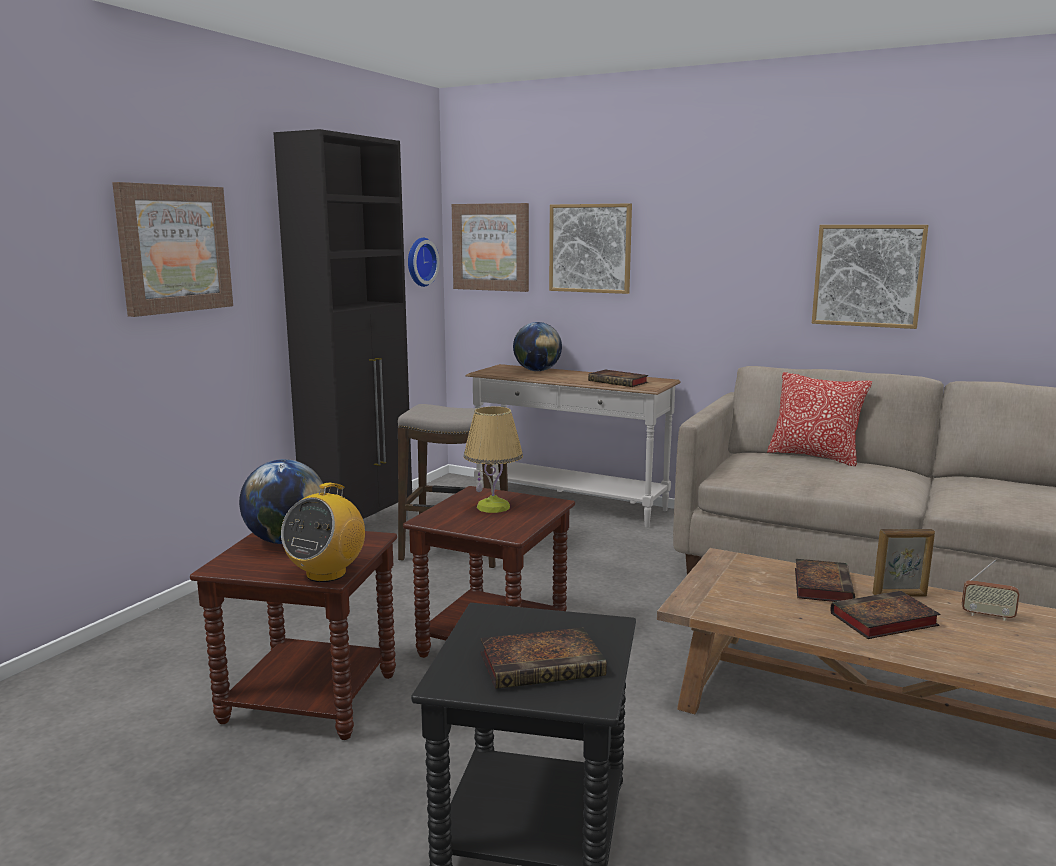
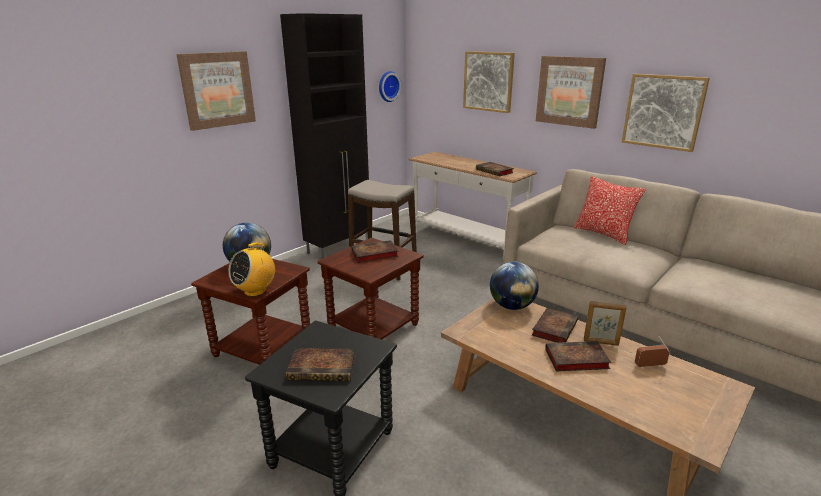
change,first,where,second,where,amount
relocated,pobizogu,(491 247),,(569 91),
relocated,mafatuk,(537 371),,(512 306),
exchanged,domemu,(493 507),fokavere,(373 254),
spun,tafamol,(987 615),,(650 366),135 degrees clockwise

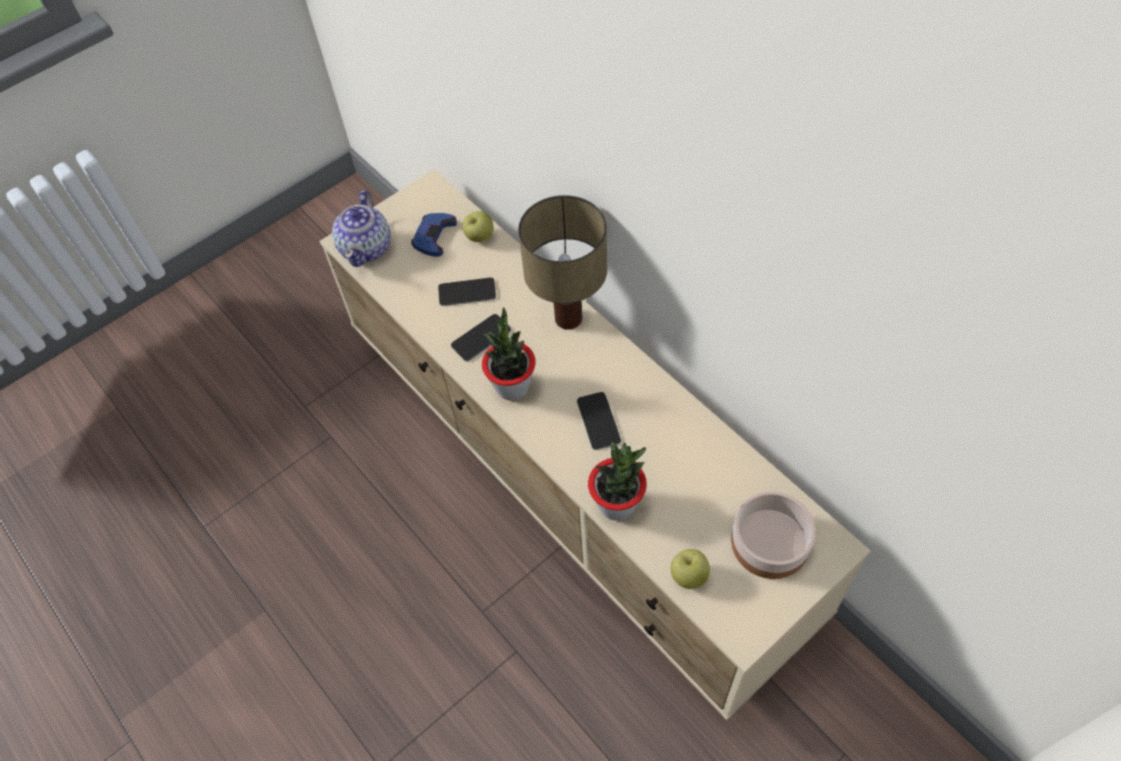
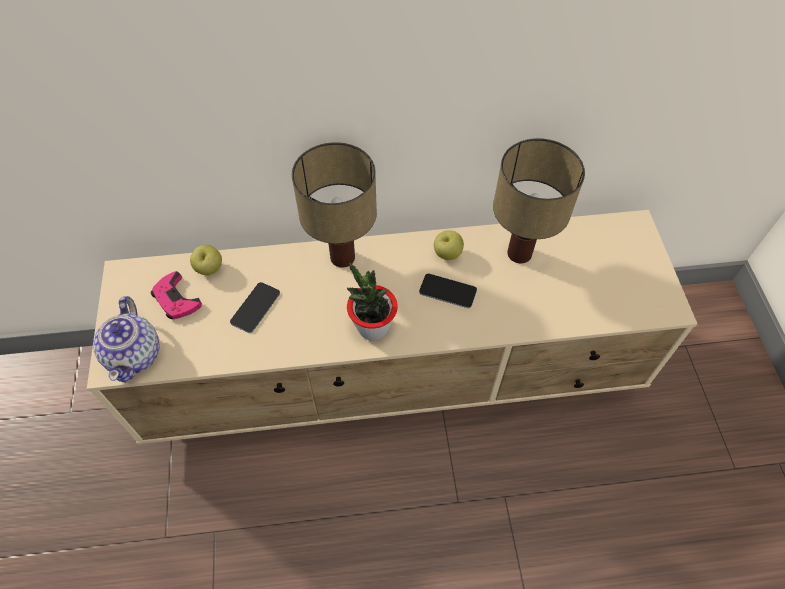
change,first,where,second,where,amount
spun,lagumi,(367 247),,(135 354),45 degrees clockwise
colour,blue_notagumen,(434 237),pink_notagumen,(176 299),
missing,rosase,(481 338),,,
missing,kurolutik,(617 504),,,
missing,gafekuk,(770 543),,,
relocated,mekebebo,(689 576),,(447 254),
appeared,,,domemu,(518 252),

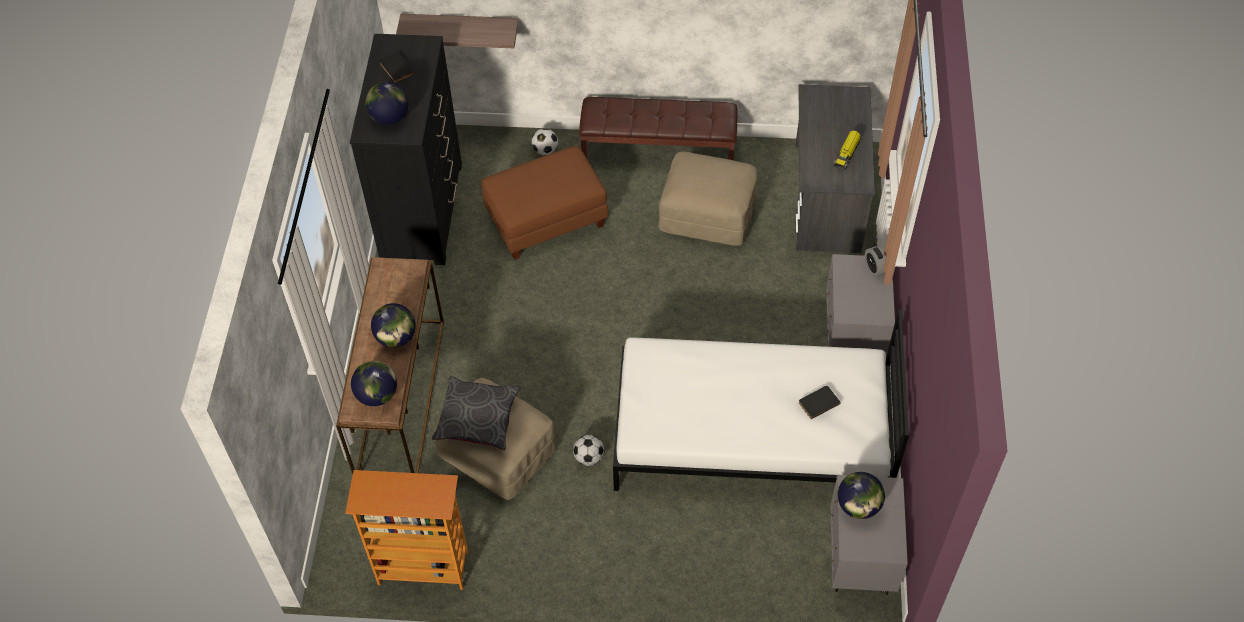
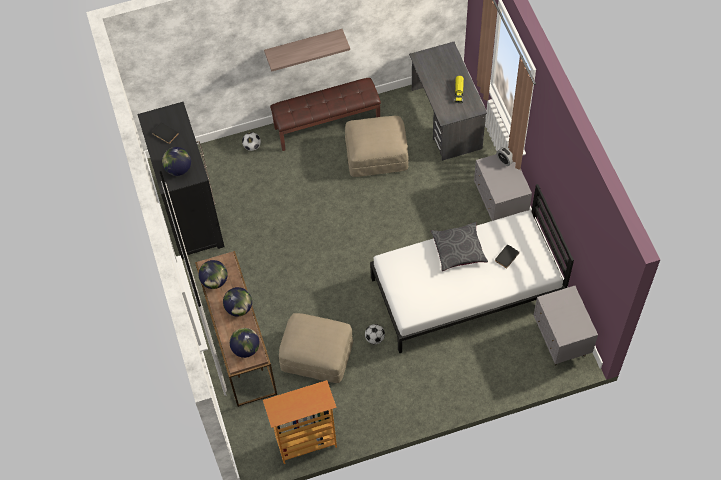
change,first,where,second,where,amount
relocated,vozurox,(460 27),,(304 45),
missing,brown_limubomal,(546 219),,,
relocated,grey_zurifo,(478 418),,(458 249),
relocated,mafatuk,(858 506),,(214 281),

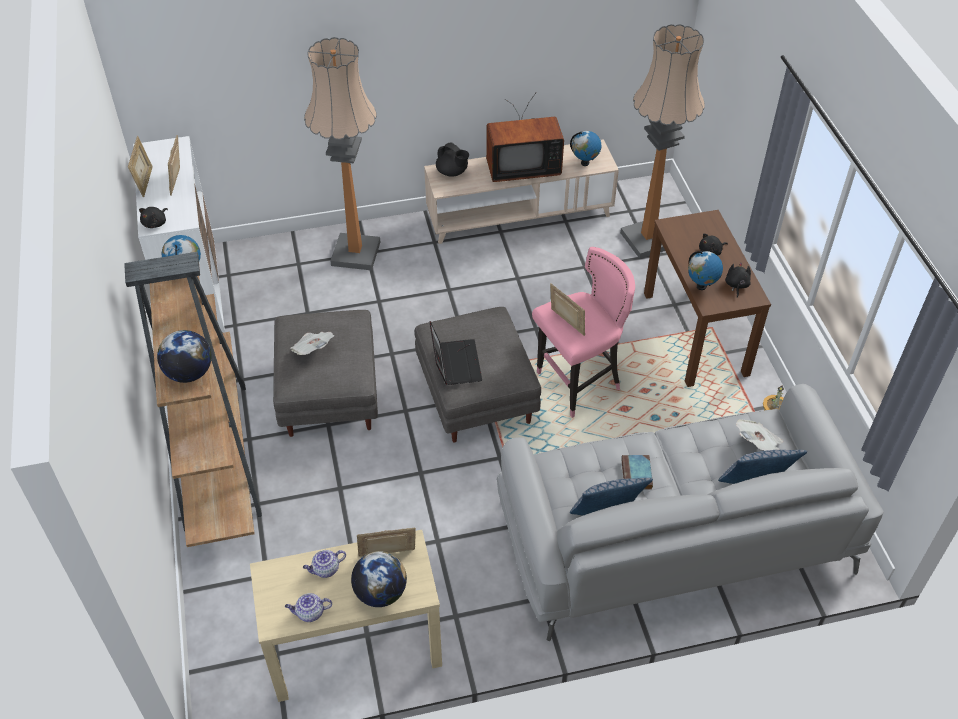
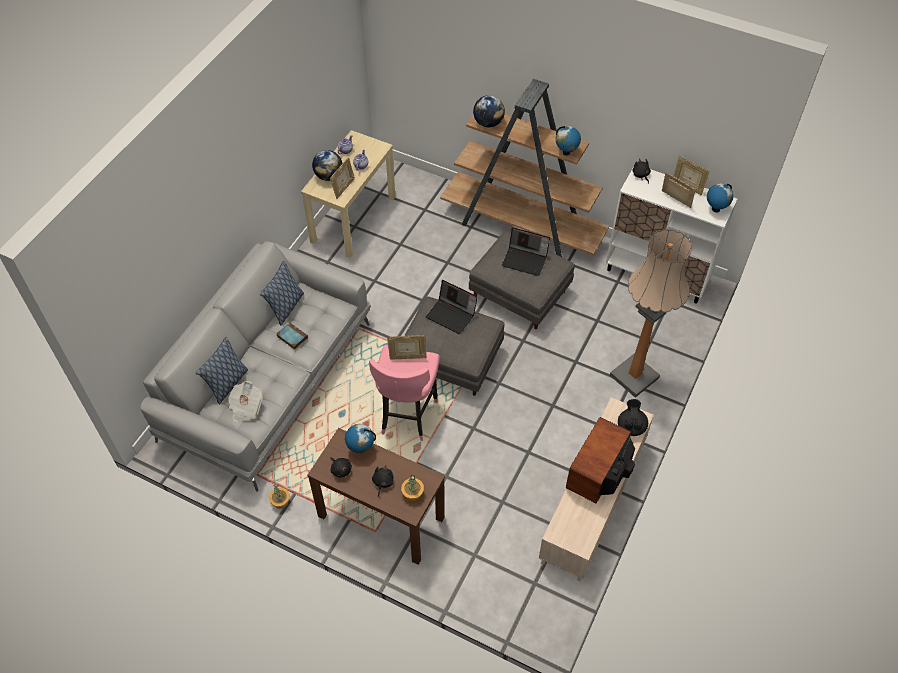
change,first,where,second,where,amount
missing,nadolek,(647 240),,,
relocated,mafatuk,(585 163),,(715 209),
spun,black_lagumi,(452 172),,(631 426),105 degrees clockwise
exchanged,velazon,(313 350),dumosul,(525 260),
appeared,,,kurolutik,(412 493),

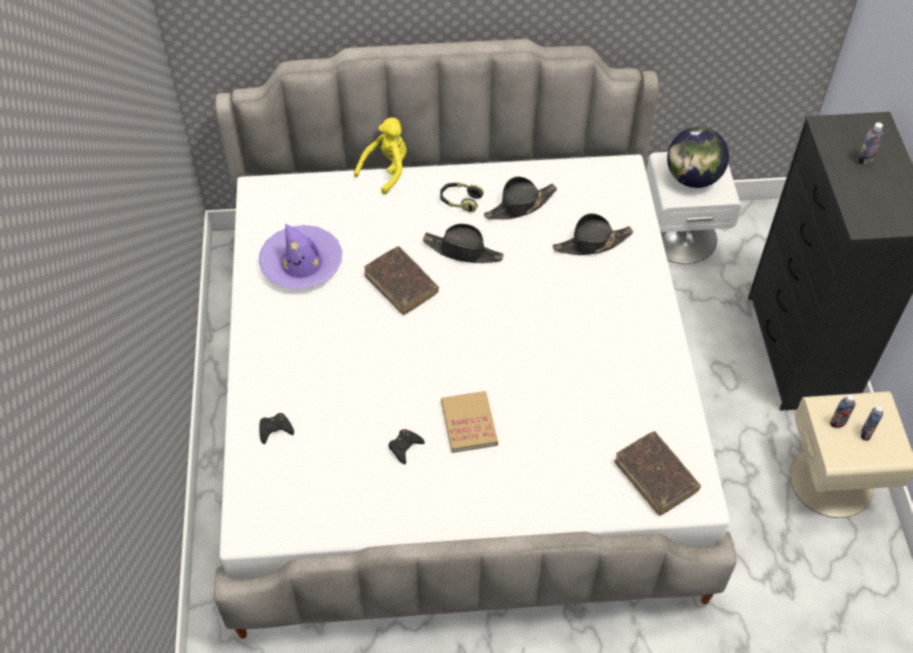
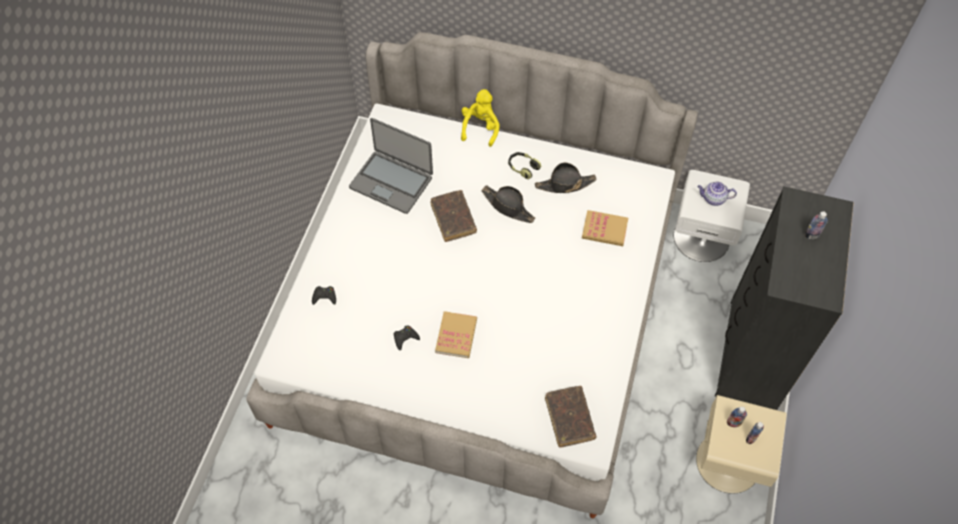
change,first,where,second,where,amount
spun,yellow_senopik,(386 170),,(480 128),45 degrees counterclockwise
exchanged,mafatuk,(692 178),lagumi,(713 199),
exchanged,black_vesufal,(592 243),fokavere,(604 229),
exchanged,purple_vesufal,(302 264),dumosul,(391 182),

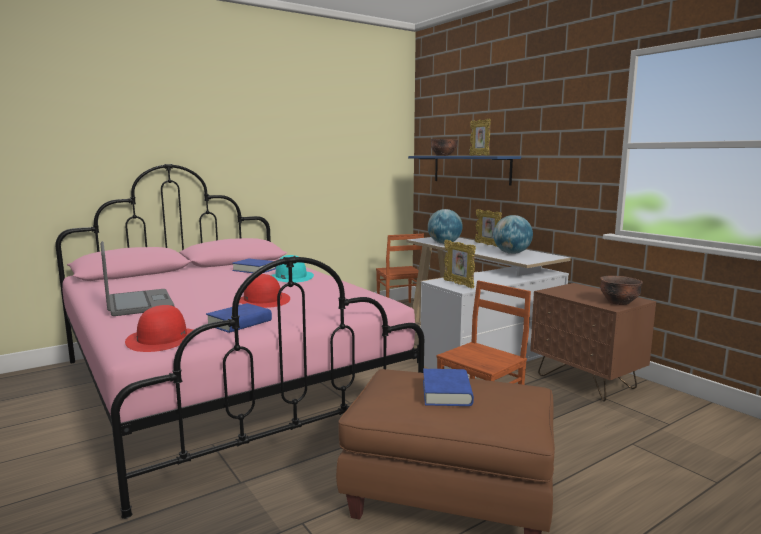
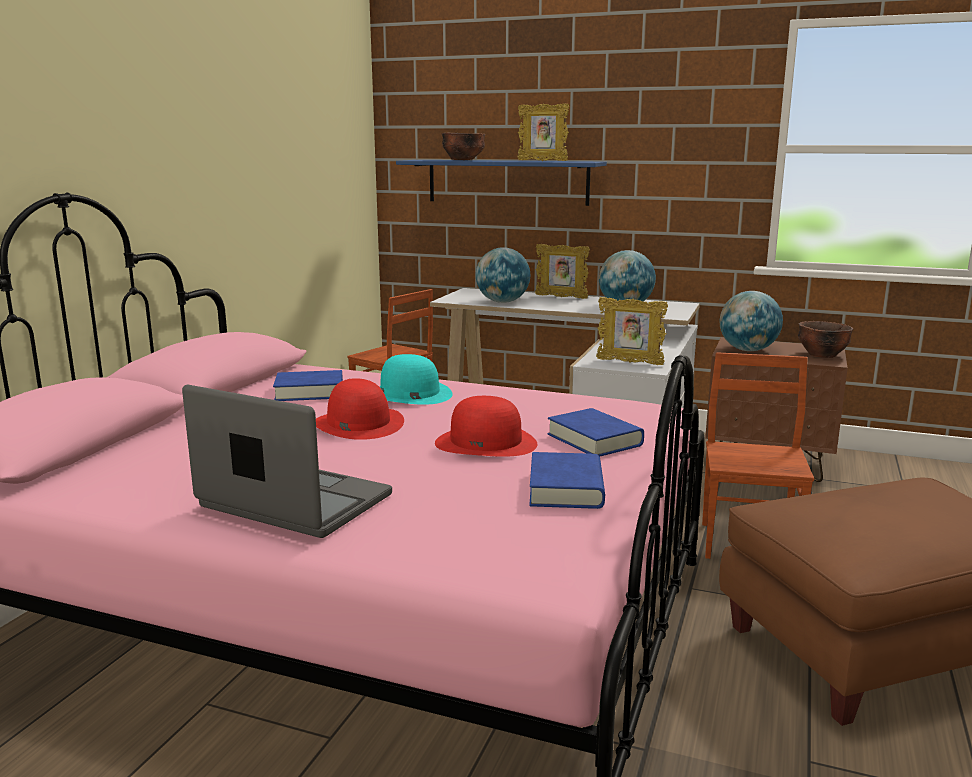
change,first,where,second,where,amount
relocated,red_vesufal,(162 339),,(358 423),
relocated,blue_fokavere,(446 393),,(594 440),
appeared,,,mafatuk,(747 350),

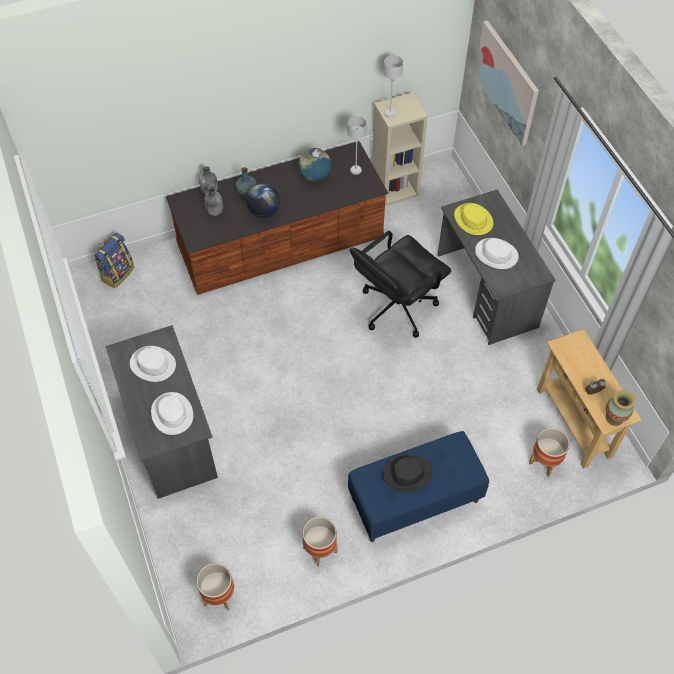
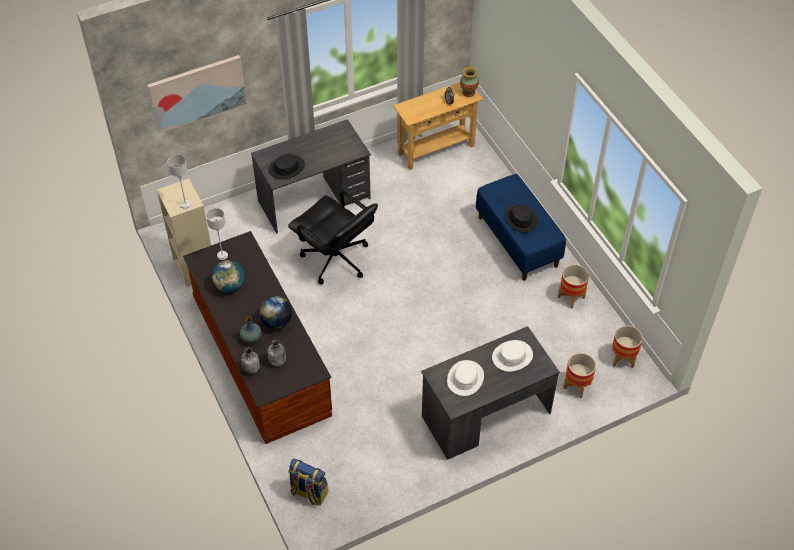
change,first,where,second,where,amount
colour,yellow_vesufal,(473 219),black_vesufal,(286 167),
missing,white_vesufal,(496 254),,,
relocated,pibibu,(544 462),,(577 386),

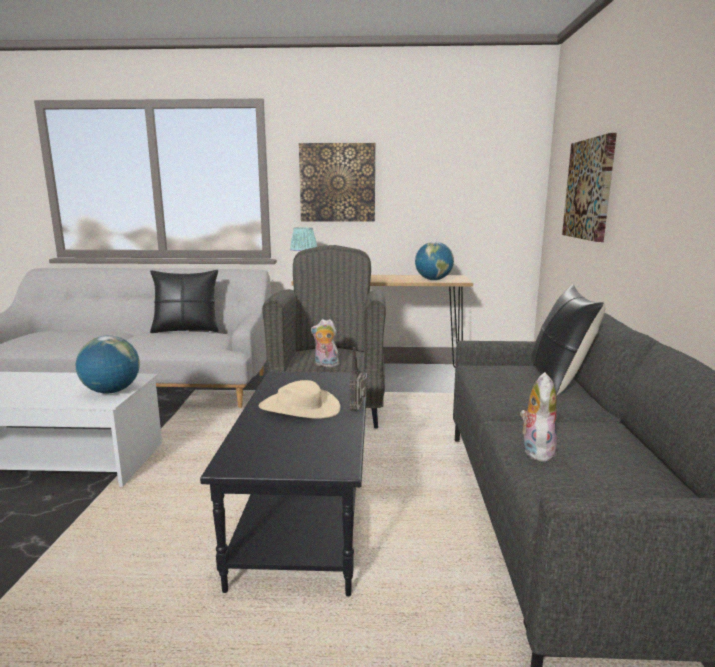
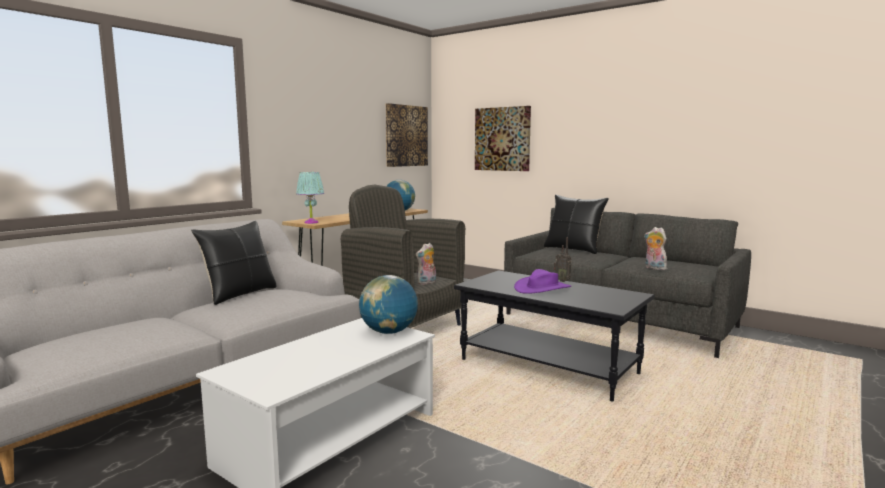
change,first,where,second,where,amount
relocated,pobizogu,(337 183),,(406 136),
colour,beige_vesufal,(299 407),purple_vesufal,(542 288),

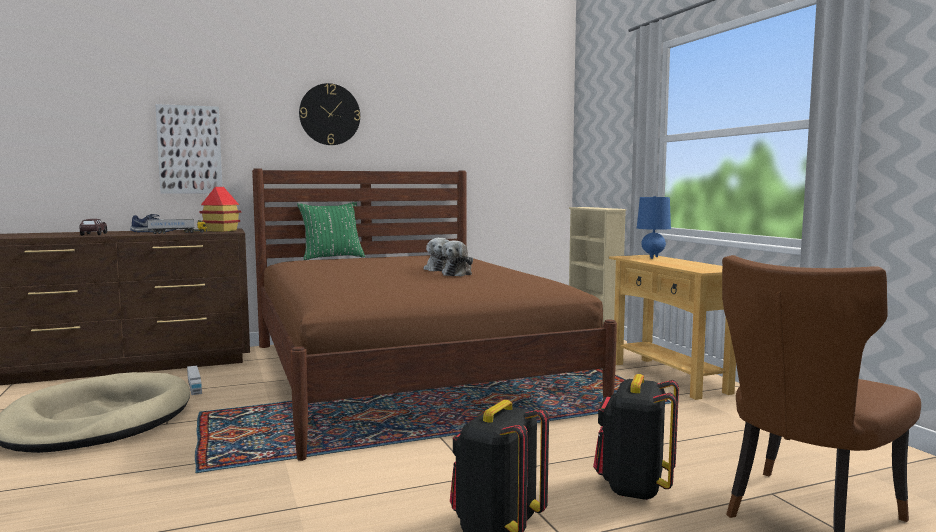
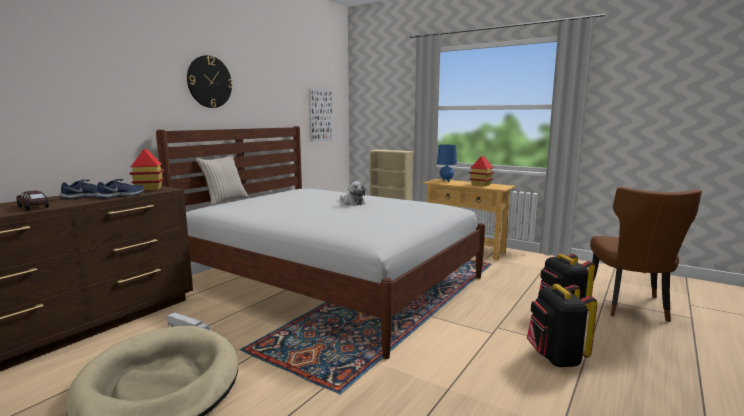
change,first,where,second,where,amount
relocated,pobizogu,(189 149),,(320 115),
colour,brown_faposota,(407 374),white_faposota,(330 280),
colour,green_zurifo,(332 258),beige_zurifo,(224 201),
exchanged,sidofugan,(177 233),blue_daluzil,(122 196),
missing,senopik,(458 274),,,
appeared,,,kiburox,(480 185),

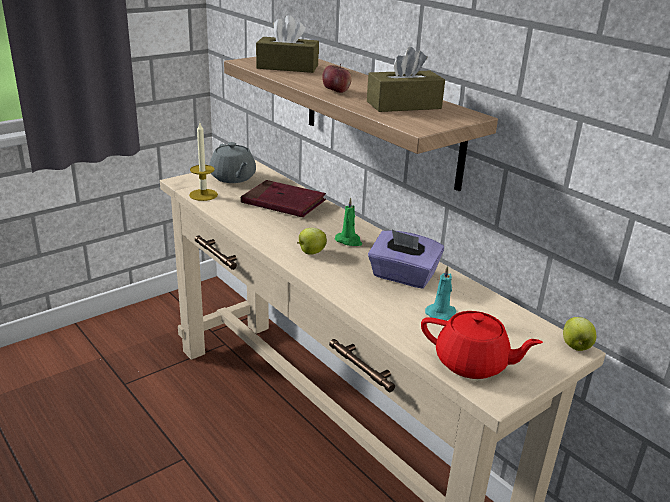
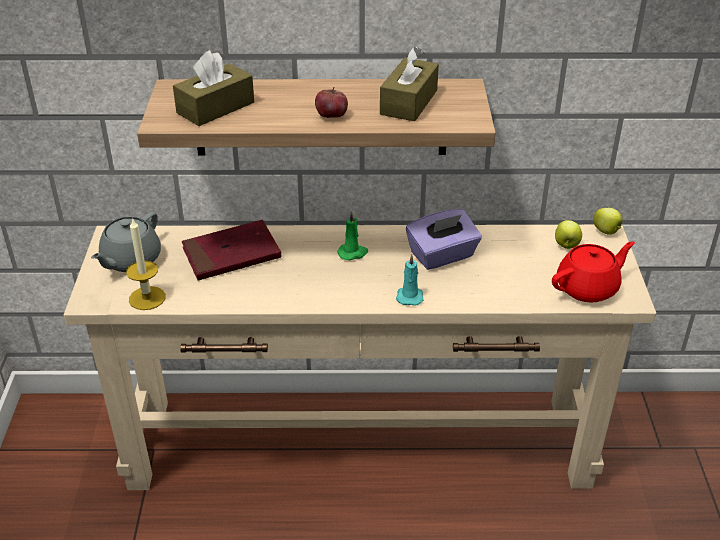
change,first,where,second,where,amount
spun,grey_lagumi,(233 178),,(130 260),105 degrees clockwise
relocated,mekebebo,(311 252),,(566 245),
relocated,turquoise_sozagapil,(441 314),,(409 296),

